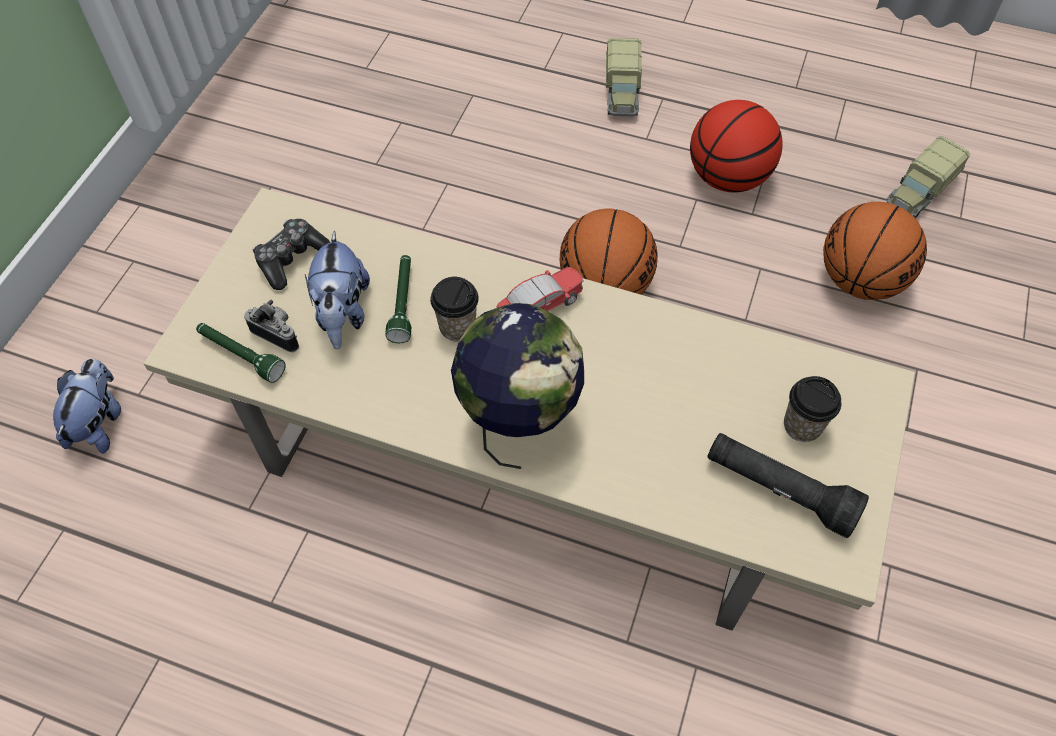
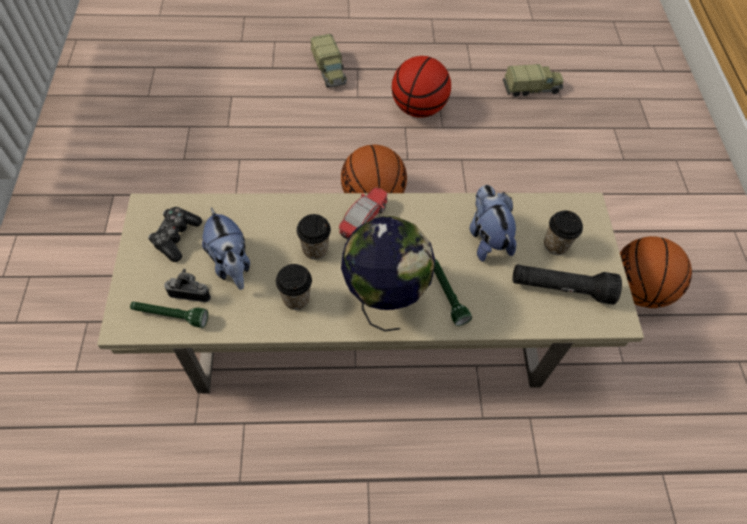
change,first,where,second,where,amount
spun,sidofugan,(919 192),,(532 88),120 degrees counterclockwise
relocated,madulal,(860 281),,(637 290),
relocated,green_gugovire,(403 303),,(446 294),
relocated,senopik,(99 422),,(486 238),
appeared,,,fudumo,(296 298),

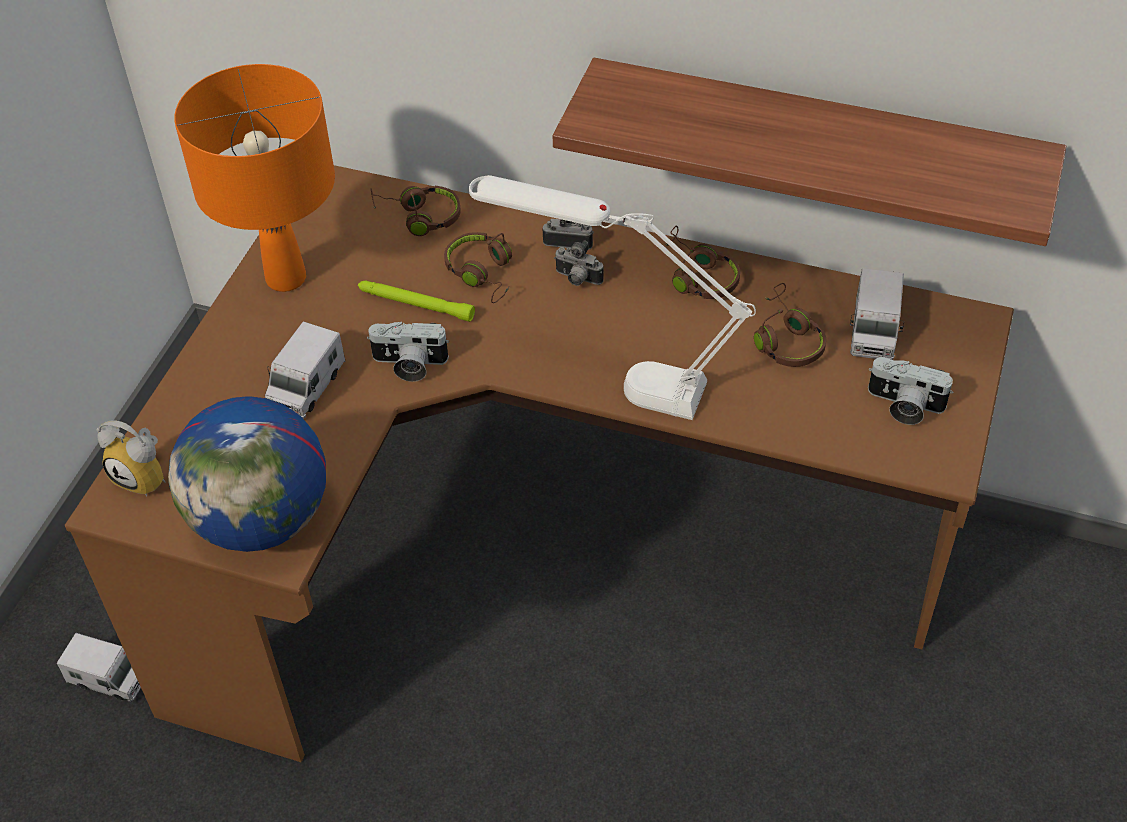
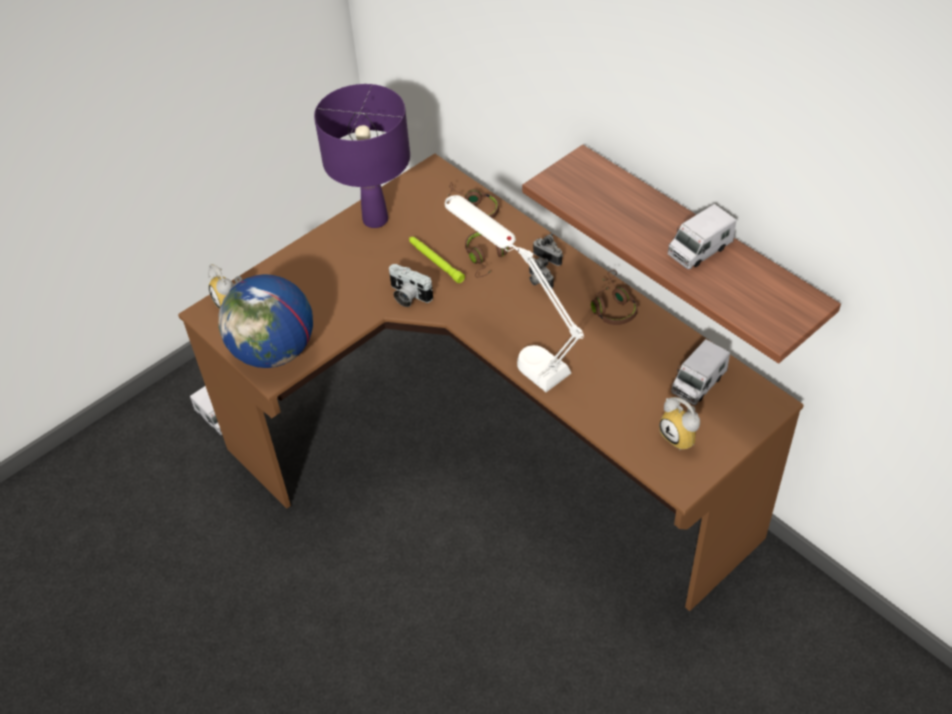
change,first,where,second,where,amount
colour,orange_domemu,(286 278),purple_domemu,(375 220),
missing,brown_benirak,(785 339),,,
relocated,sidofugan,(306 386),,(699 249),
exchanged,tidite,(903 406),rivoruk,(682 436),

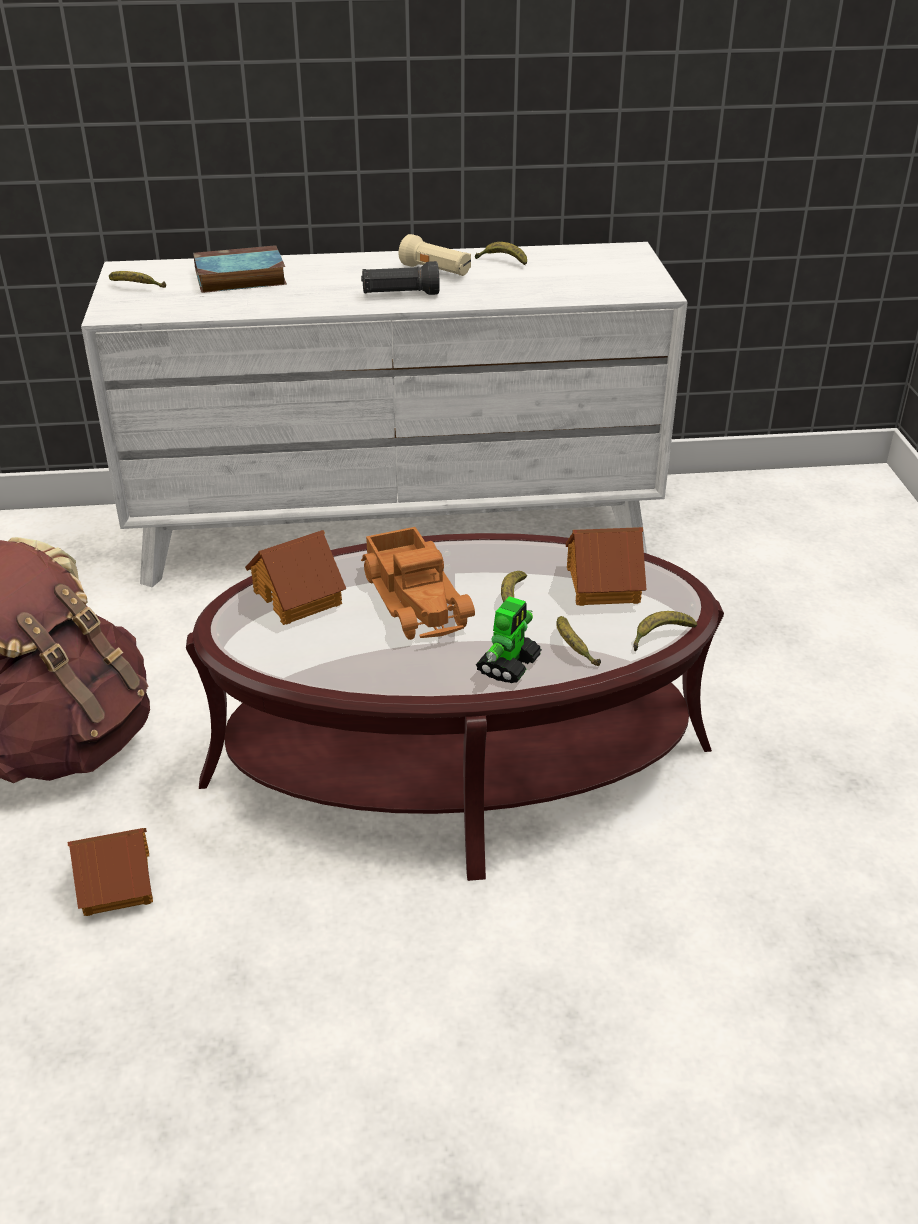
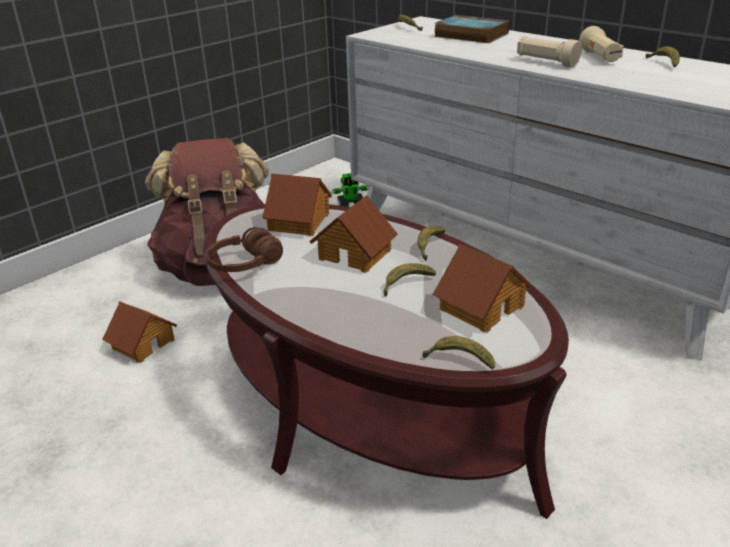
change,first,where,second,where,amount
colour,black_gugovire,(400 295),beige_gugovire,(546 62),
exchanged,sidofugan,(417 598),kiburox,(355 254),
relocated,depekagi,(509 665),,(351 204),
relocated,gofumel,(573 647),,(429 246),
appeared,,,brown_benirak,(245 264),

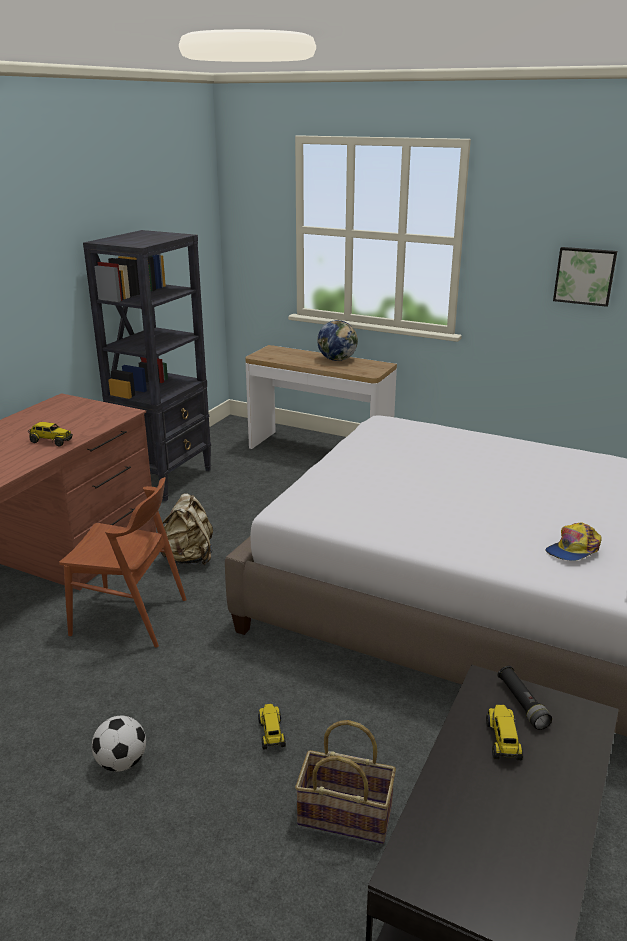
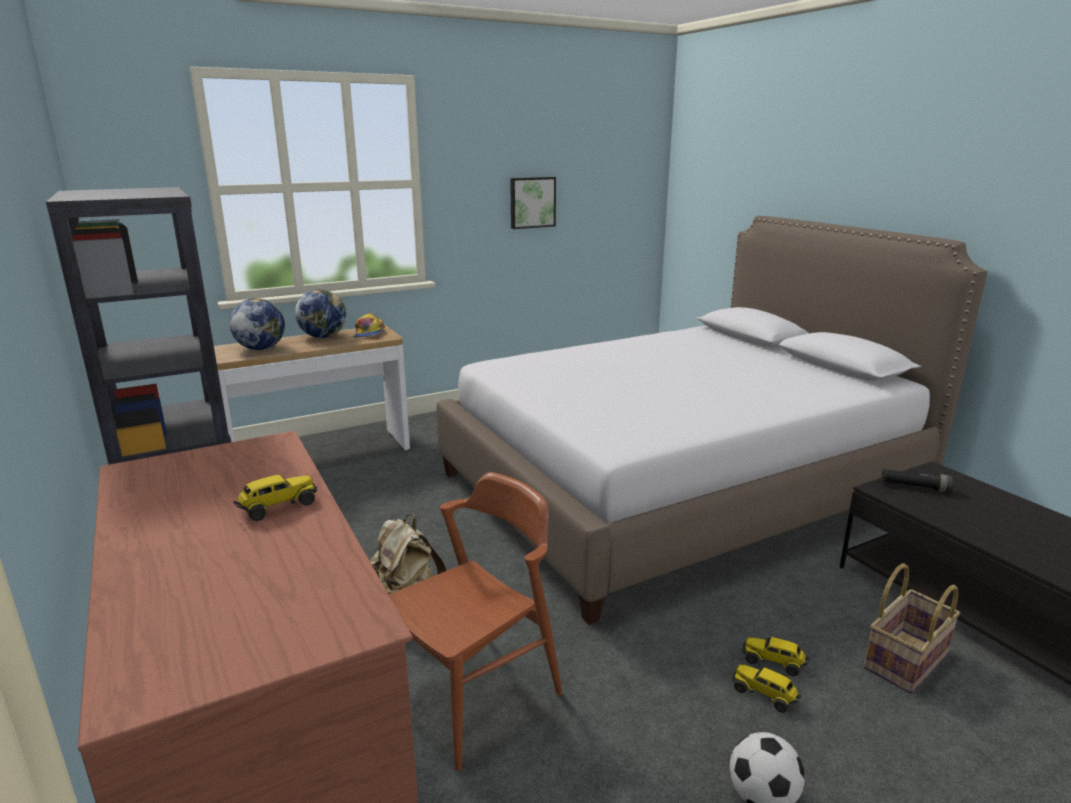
change,first,where,second,where,amount
relocated,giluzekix,(573 550),,(369 333),
relocated,sidofugan,(503 741),,(764 695),
appeared,,,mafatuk,(260 348),

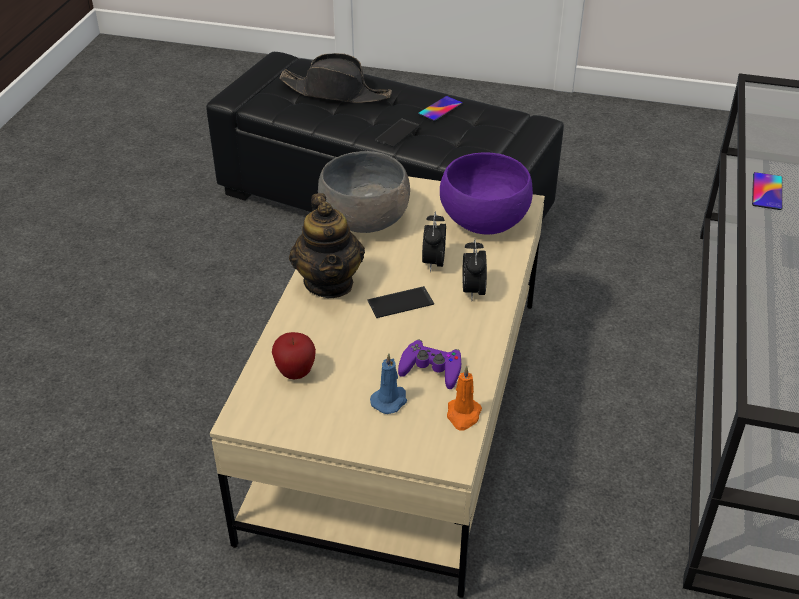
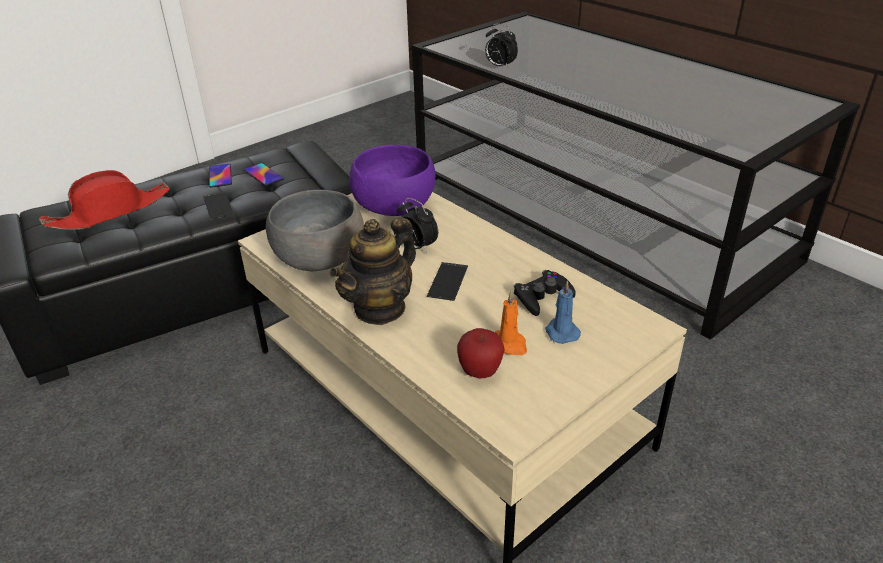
change,first,where,second,where,amount
colour,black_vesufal,(336 92),red_vesufal,(110 212),
relocated,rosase,(767 191),,(263 175),
spun,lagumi,(329 282),,(380 308),105 degrees clockwise
relocated,rivoruk,(473 291),,(499 66),
colour,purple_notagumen,(431 369),black_notagumen,(542 297),
relocated,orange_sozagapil,(463 415),,(509 344),

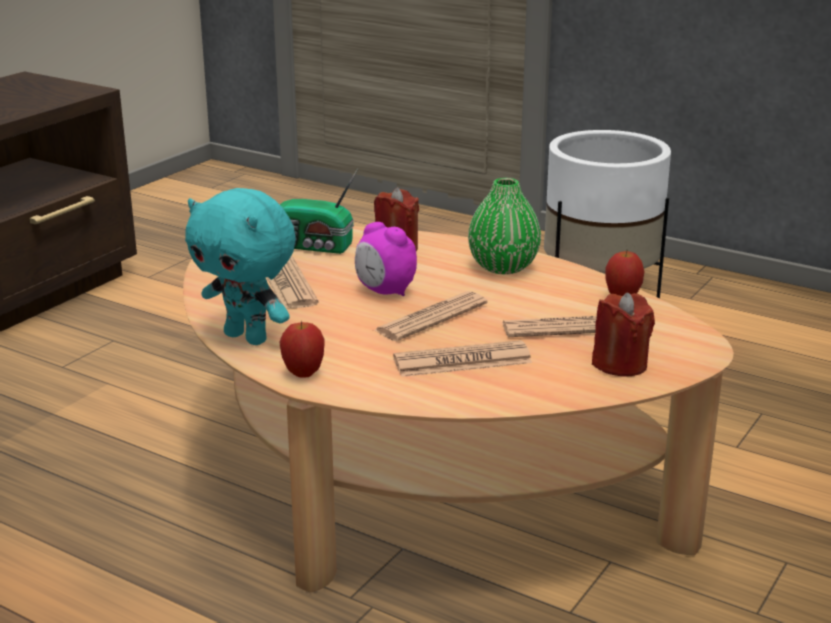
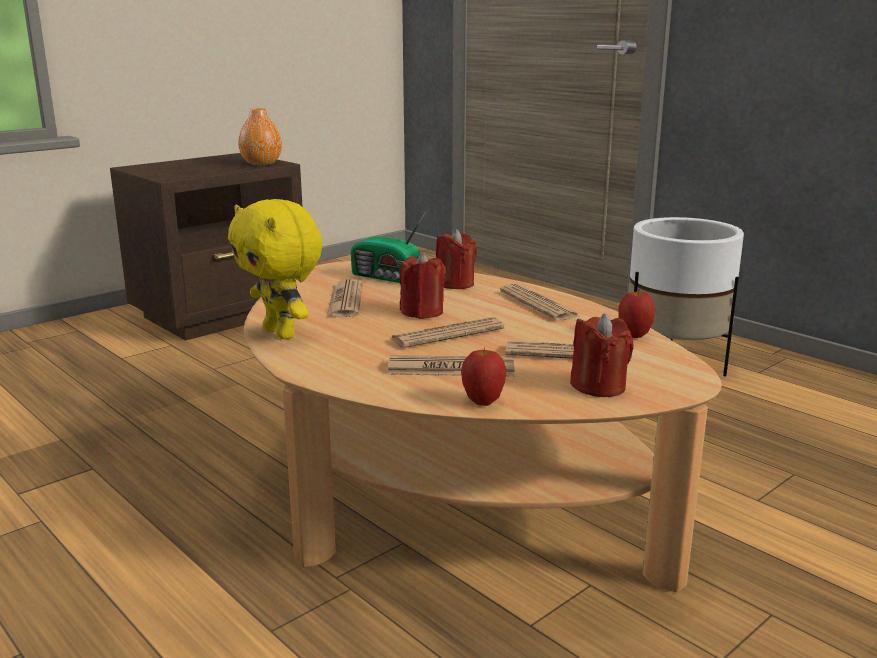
change,first,where,second,where,amount
exchanged,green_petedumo,(503 267),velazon,(539 304),
colour,turquoise_senopik,(248 337),yellow_senopik,(282 333),
exchanged,rivoruk,(385 291),red_sozagapil,(422 312),
relocated,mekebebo,(303 373),,(483 402),
appeared,,,orange_petedumo,(261 163),

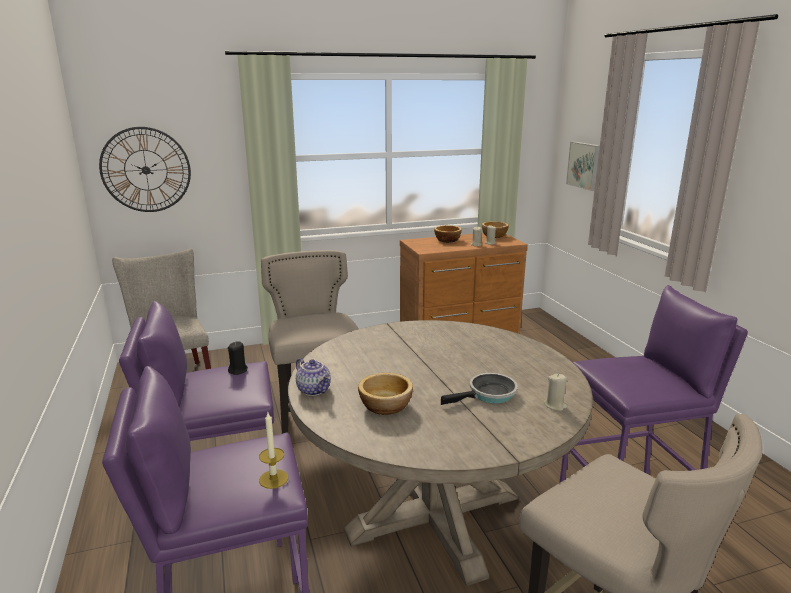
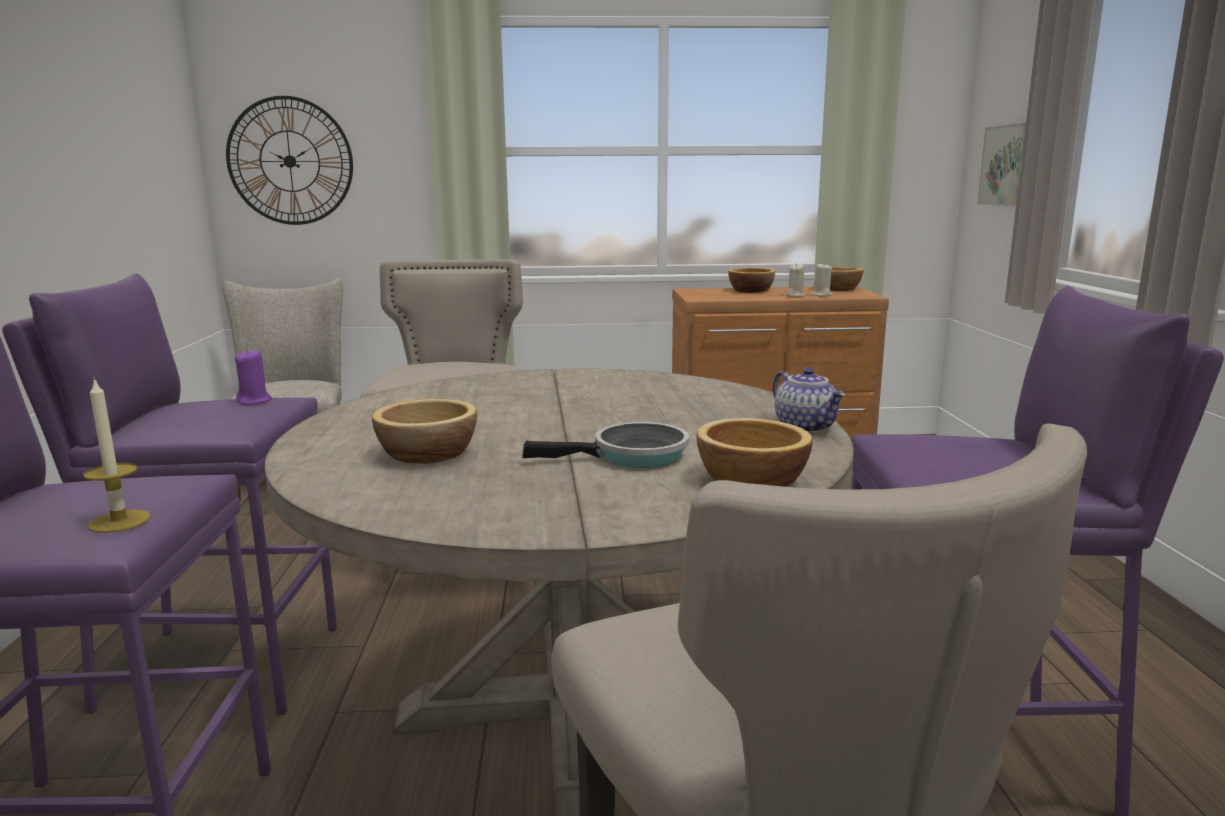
change,first,where,second,where,amount
colour,black_sozagapil,(238 370),purple_sozagapil,(254 401),
relocated,lagumi,(314 390),,(807 427),
exchanged,beige_sozagapil,(555 405),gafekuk,(749 480),

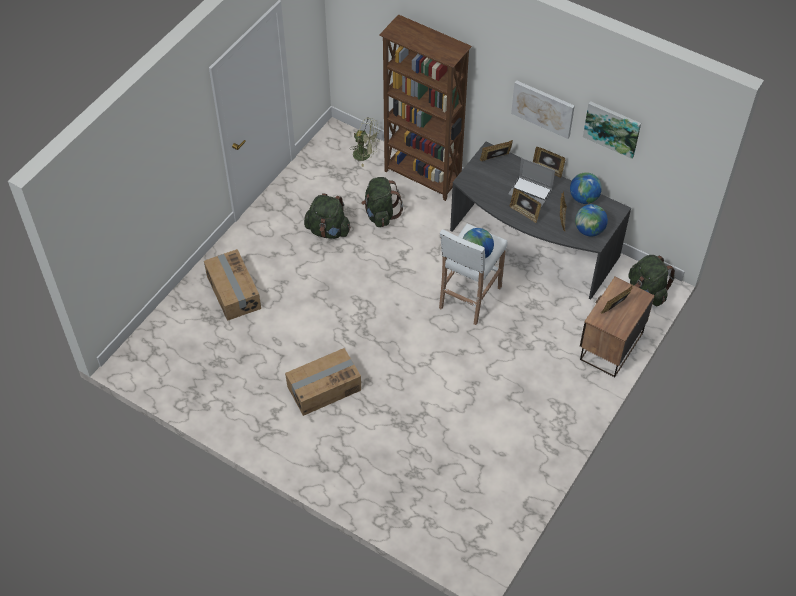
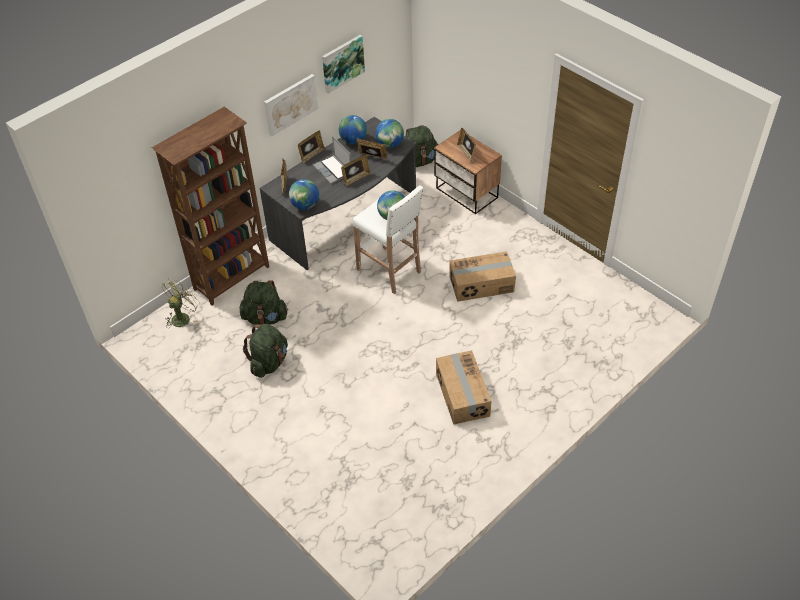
change,first,where,second,where,amount
spun,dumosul,(531 192),,(333 170),105 degrees clockwise
relocated,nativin,(233 292),,(481 284),
appeared,,,mafatuk,(305 205),

